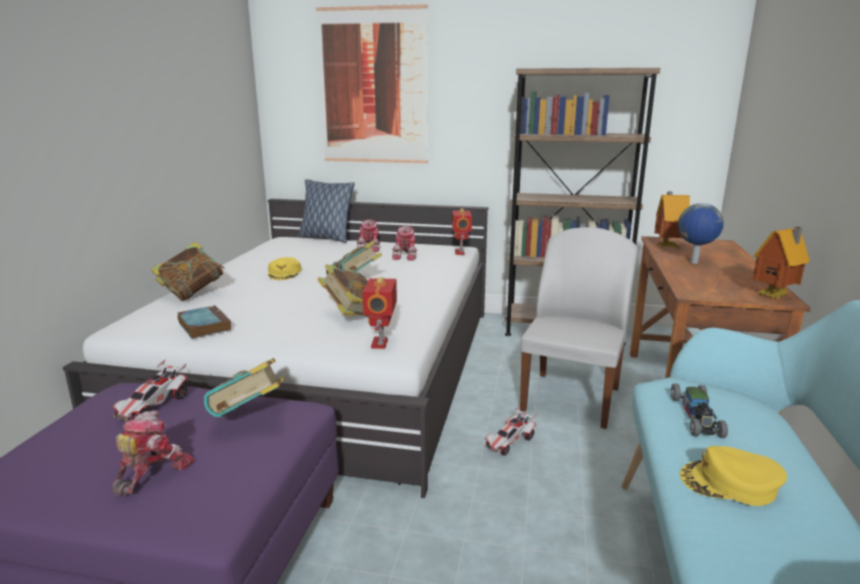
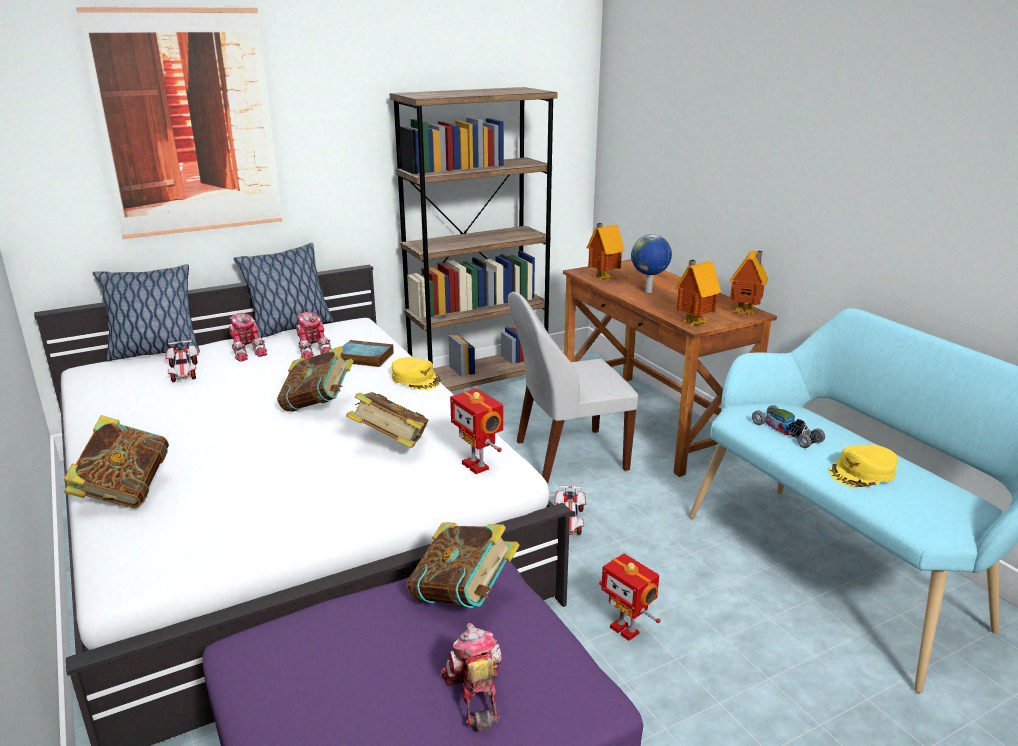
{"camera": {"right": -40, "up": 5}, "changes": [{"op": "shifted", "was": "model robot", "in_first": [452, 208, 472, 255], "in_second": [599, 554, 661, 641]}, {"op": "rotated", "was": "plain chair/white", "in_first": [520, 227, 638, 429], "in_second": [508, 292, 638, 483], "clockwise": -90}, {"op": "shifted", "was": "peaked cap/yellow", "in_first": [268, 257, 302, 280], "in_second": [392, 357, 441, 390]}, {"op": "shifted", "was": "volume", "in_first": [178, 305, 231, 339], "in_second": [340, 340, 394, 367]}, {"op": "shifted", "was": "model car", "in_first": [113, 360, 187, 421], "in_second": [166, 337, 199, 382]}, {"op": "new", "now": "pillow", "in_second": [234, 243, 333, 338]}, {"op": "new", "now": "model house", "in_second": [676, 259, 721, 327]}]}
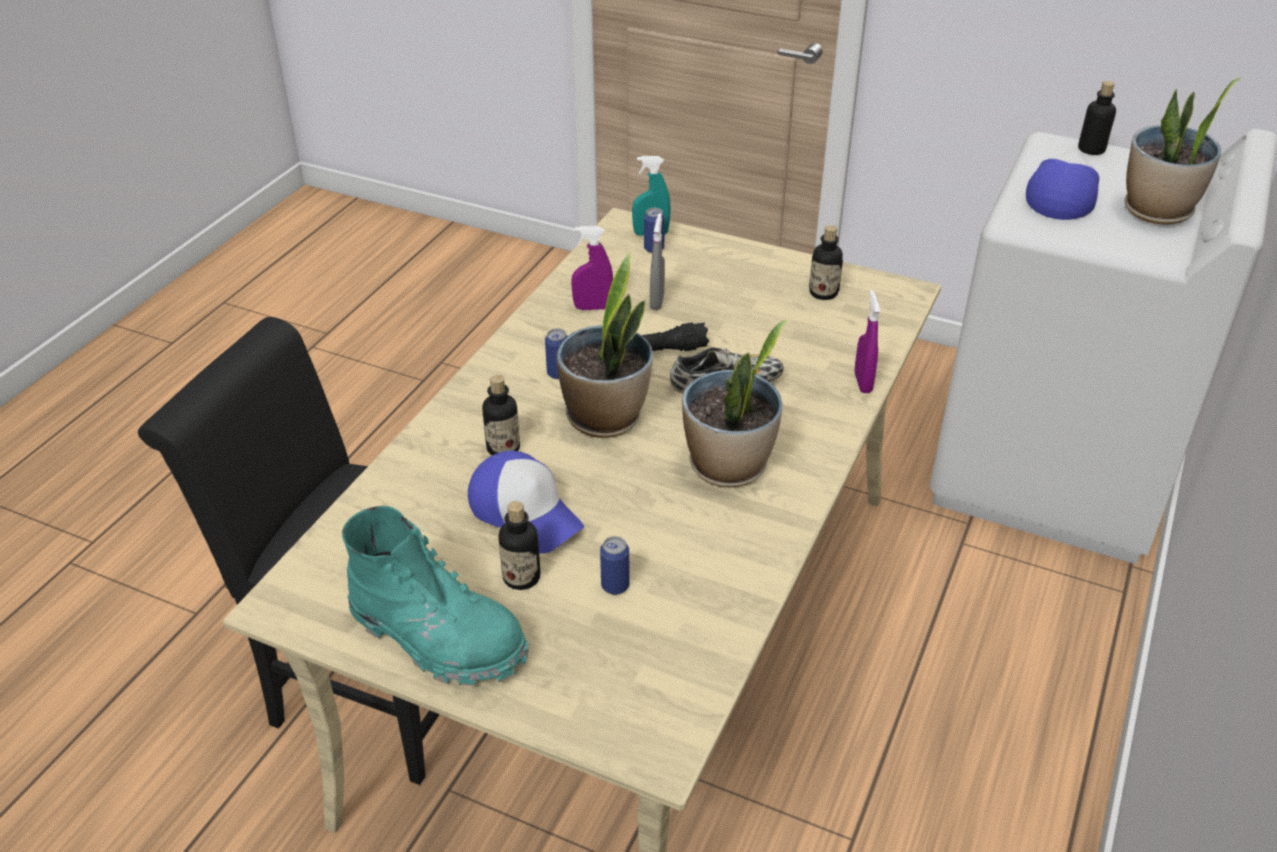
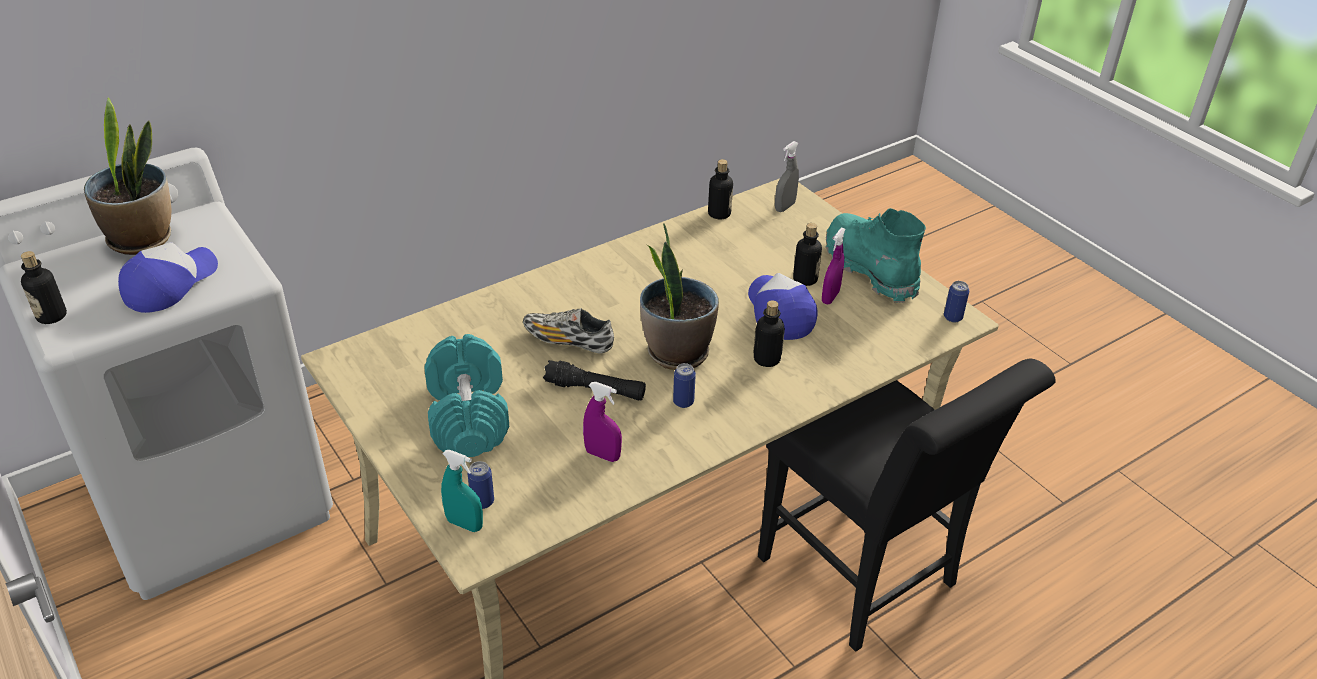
{"camera": {"right": -150, "up": 0}, "changes": [{"op": "rotated", "was": "peaked cap", "in_first": [1026, 150, 1099, 220], "in_second": [118, 242, 218, 313], "clockwise": 150}, {"op": "shifted", "was": "spray bottle/greyish", "in_first": [650, 213, 665, 310], "in_second": [775, 141, 799, 212]}, {"op": "shifted", "was": "beverage bottle", "in_first": [809, 225, 843, 300], "in_second": [708, 159, 733, 219]}, {"op": "shifted", "was": "spray bottle/purple-coloured", "in_first": [855, 290, 880, 393], "in_second": [822, 228, 846, 304]}, {"op": "gone", "was": "plant in a pot", "in_first": [682, 320, 787, 487]}, {"op": "shifted", "was": "sealed can", "in_first": [600, 536, 630, 595], "in_second": [944, 281, 969, 322]}, {"op": "new", "now": "free weight/turquoise-coloured", "in_second": [424, 334, 509, 457]}]}
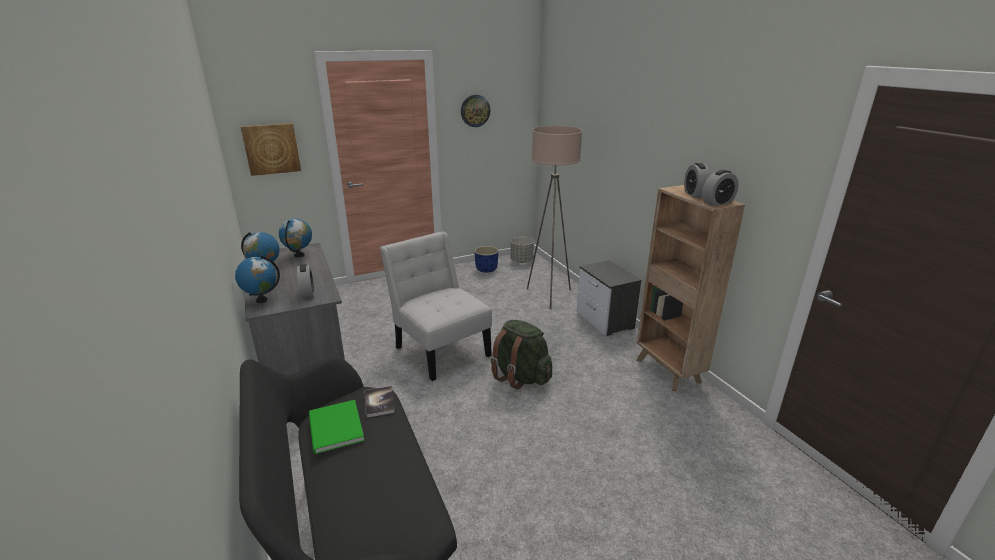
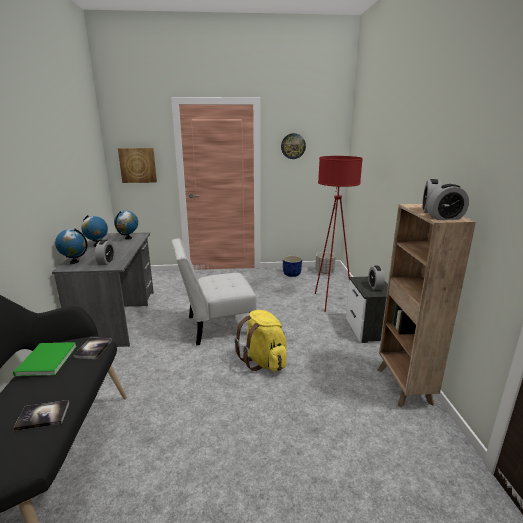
{"camera": {"right": 20, "up": -5}, "changes": [{"op": "repainted", "was": "standing lamp/beige-coloured", "now": "standing lamp/reddish", "in_first": [527, 126, 582, 309], "in_second": [315, 156, 363, 312]}, {"op": "rotated", "was": "plain chair/white", "in_first": [380, 231, 492, 381], "in_second": [172, 238, 256, 345], "clockwise": -90}, {"op": "repainted", "was": "knapsack/greenish", "now": "knapsack/yellow", "in_first": [490, 320, 552, 390], "in_second": [235, 310, 287, 371]}, {"op": "new", "now": "alarm clock", "in_second": [368, 266, 385, 290]}, {"op": "new", "now": "volume", "in_second": [14, 400, 70, 431]}]}
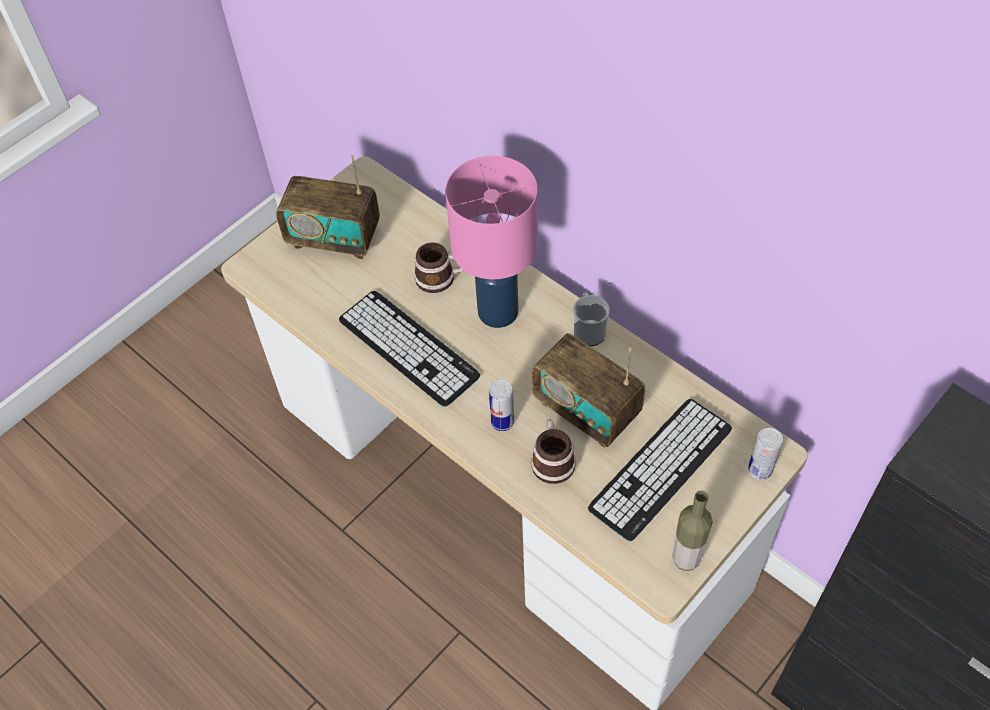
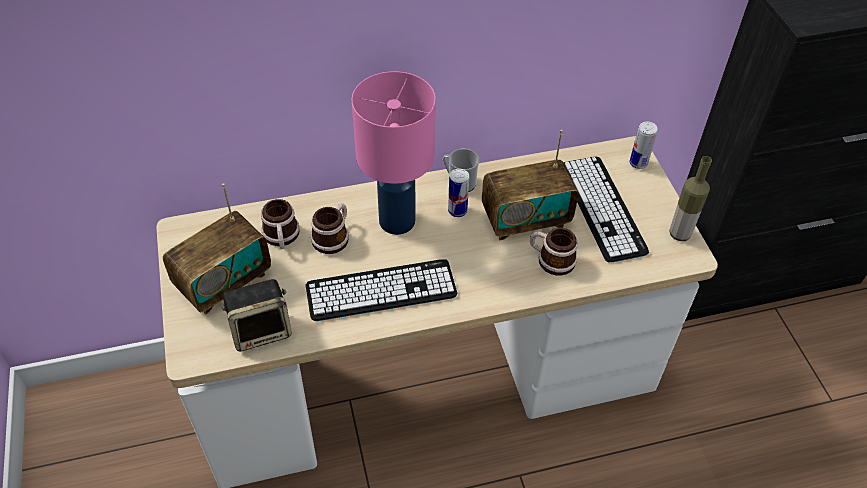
{"camera": {"right": -60, "up": -5}, "changes": [{"op": "shifted", "was": "sealed can", "in_first": [489, 379, 514, 431], "in_second": [448, 169, 469, 217]}, {"op": "new", "now": "coffee mug", "in_second": [261, 199, 299, 249]}, {"op": "new", "now": "audio speaker", "in_second": [222, 279, 292, 351]}]}
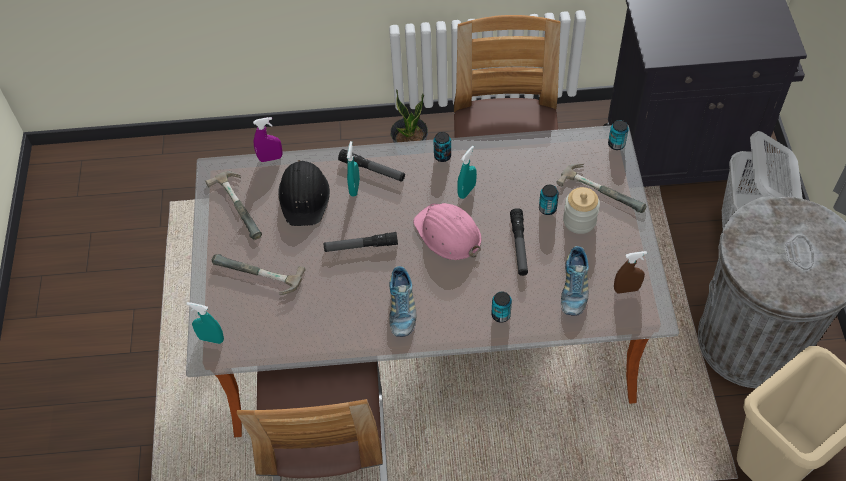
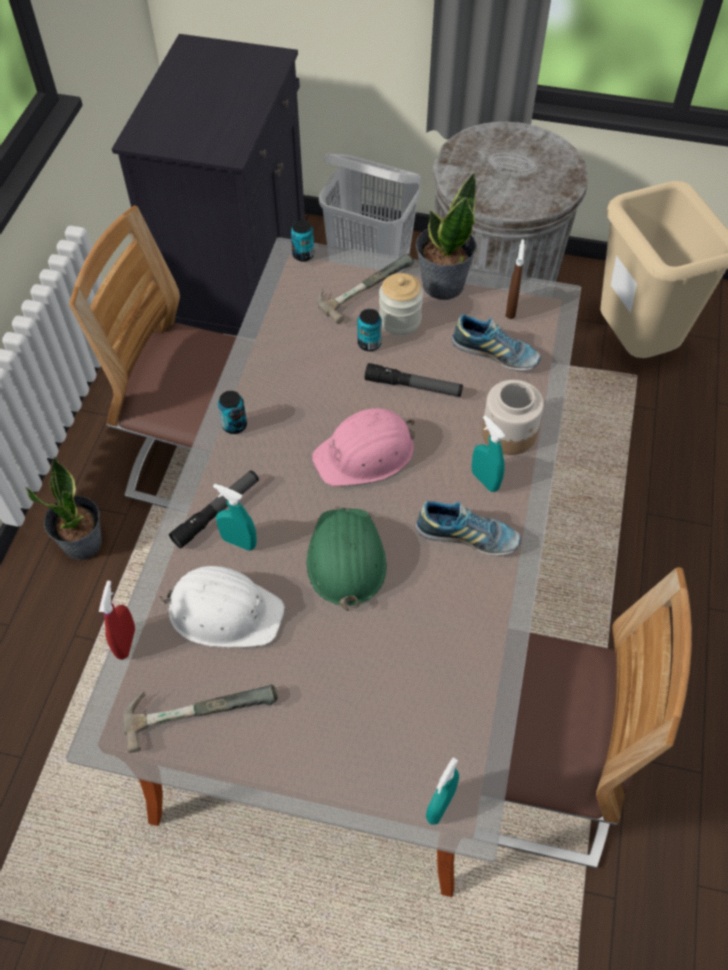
{"camera": {"right": -75, "up": 0}, "changes": [{"op": "repainted", "was": "spray bottle/purple-coloured", "now": "spray bottle/reddish", "in_first": [253, 117, 283, 162], "in_second": [99, 581, 135, 660]}, {"op": "shifted", "was": "spray bottle/turquoise-coloured", "in_first": [457, 146, 477, 199], "in_second": [472, 415, 505, 492]}, {"op": "repainted", "was": "hard hat/black-coloured", "now": "hard hat/white", "in_first": [278, 160, 330, 226], "in_second": [160, 566, 285, 647]}, {"op": "swapped", "was": "torch", "now": "hard hat/greenish", "in_first": [323, 232, 398, 252], "in_second": [307, 508, 387, 611]}, {"op": "gone", "was": "hammer", "in_first": [212, 254, 305, 295]}, {"op": "swapped", "was": "sealed can", "now": "preserve jar", "in_first": [491, 292, 512, 323], "in_second": [482, 380, 544, 455]}, {"op": "new", "now": "plant in a pot", "in_second": [416, 172, 477, 300]}]}
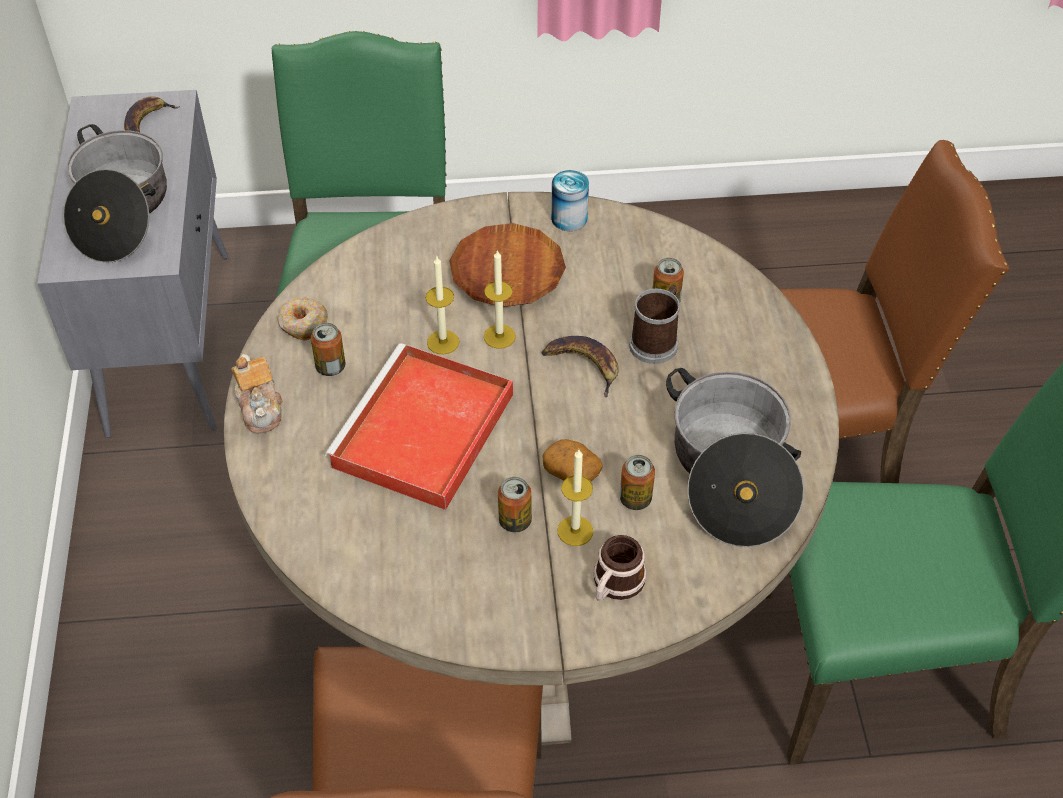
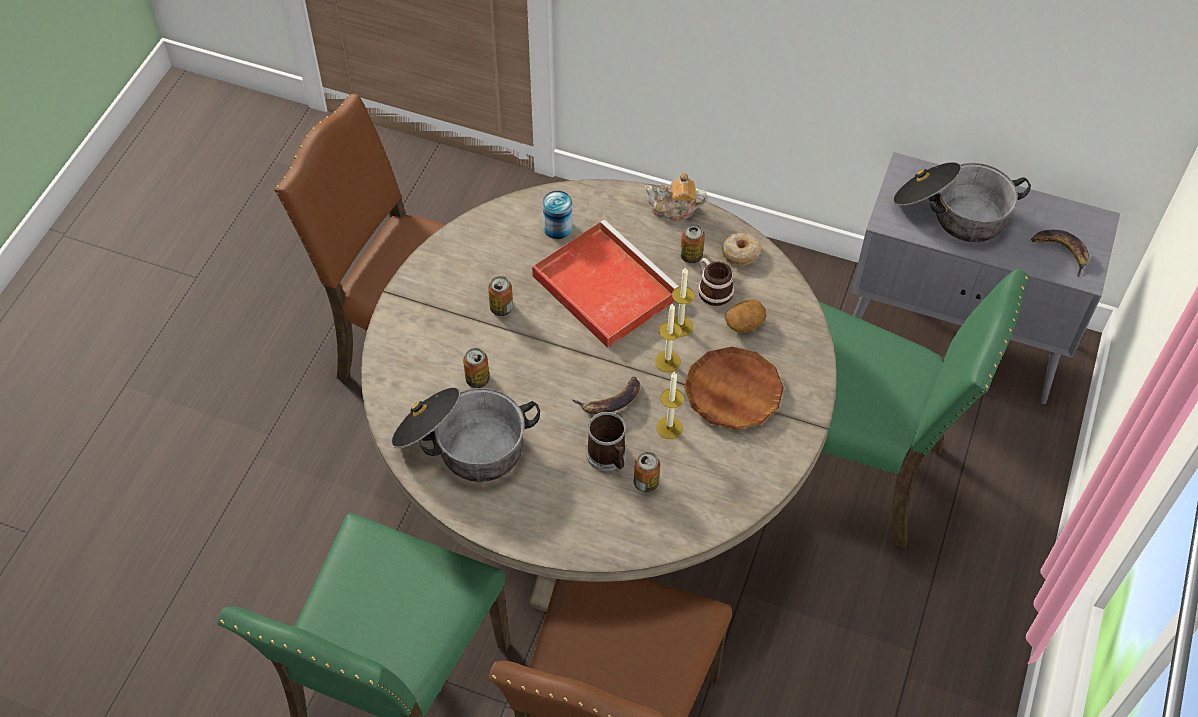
{"camera": {"right": 115, "up": 5}, "changes": [{"op": "shifted", "was": "sealed can", "in_first": [551, 170, 589, 231], "in_second": [542, 191, 573, 239]}, {"op": "shifted", "was": "potato", "in_first": [542, 439, 603, 481], "in_second": [725, 299, 766, 332]}, {"op": "shifted", "was": "wax candle", "in_first": [558, 449, 593, 546], "in_second": [656, 371, 684, 439]}, {"op": "shifted", "was": "coffee mug", "in_first": [594, 535, 646, 601], "in_second": [698, 258, 734, 306]}]}
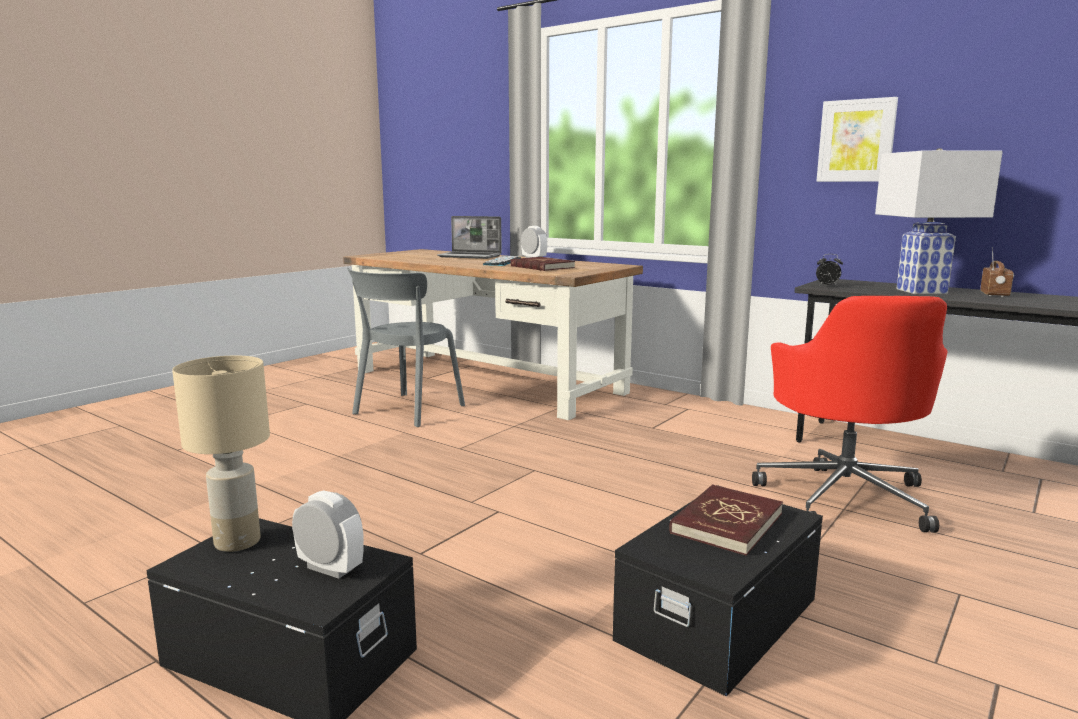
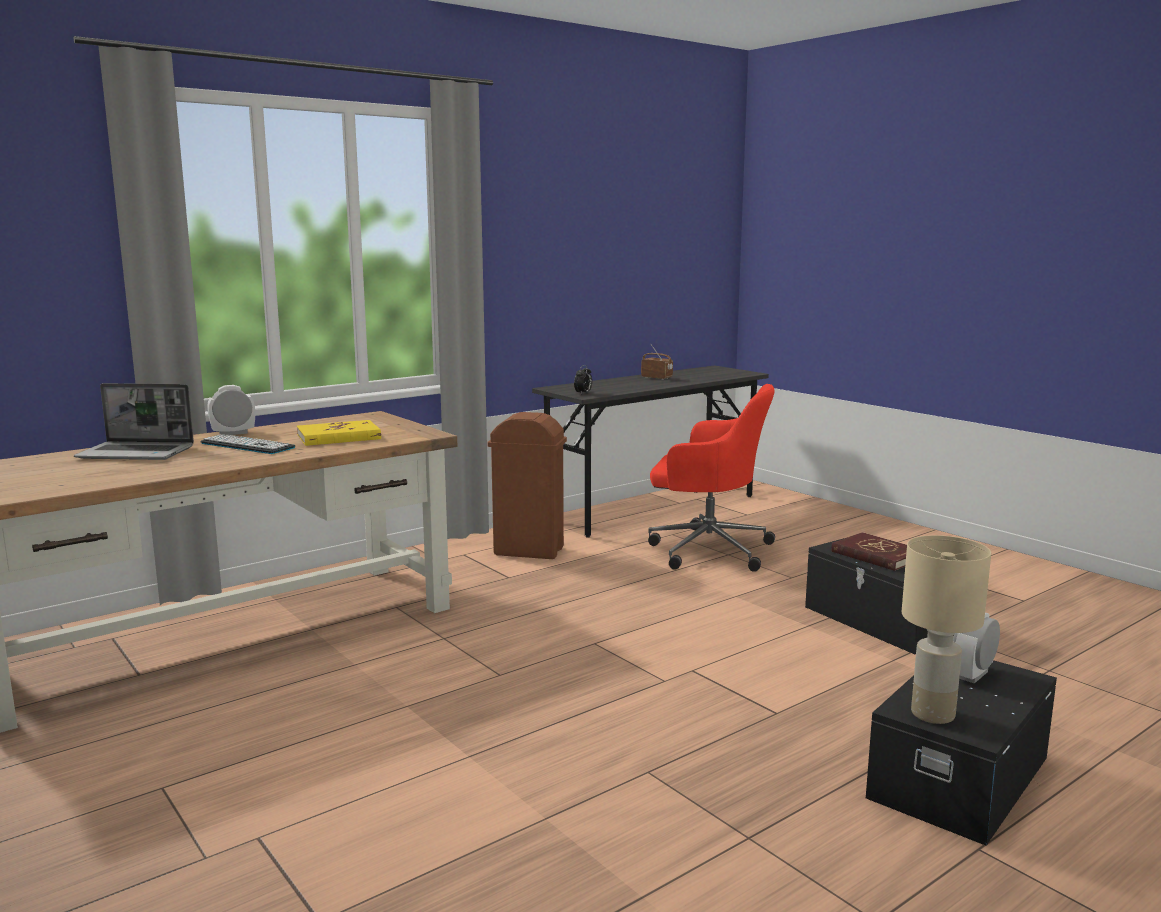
{"camera": {"right": -75, "up": 0}, "changes": [{"op": "gone", "was": "wall art", "in_first": [817, 97, 898, 182]}, {"op": "gone", "was": "lamp for a table/white", "in_first": [875, 148, 1003, 294]}, {"op": "rotated", "was": "laptop", "in_first": [437, 216, 502, 259], "in_second": [74, 383, 194, 460], "clockwise": 60}, {"op": "repainted", "was": "volume/reddish", "now": "volume/yellow", "in_first": [510, 257, 575, 271], "in_second": [297, 420, 381, 446]}, {"op": "gone", "was": "plain chair/greyish", "in_first": [347, 268, 465, 427]}, {"op": "new", "now": "waste bin/brown", "in_second": [487, 412, 567, 559]}]}
